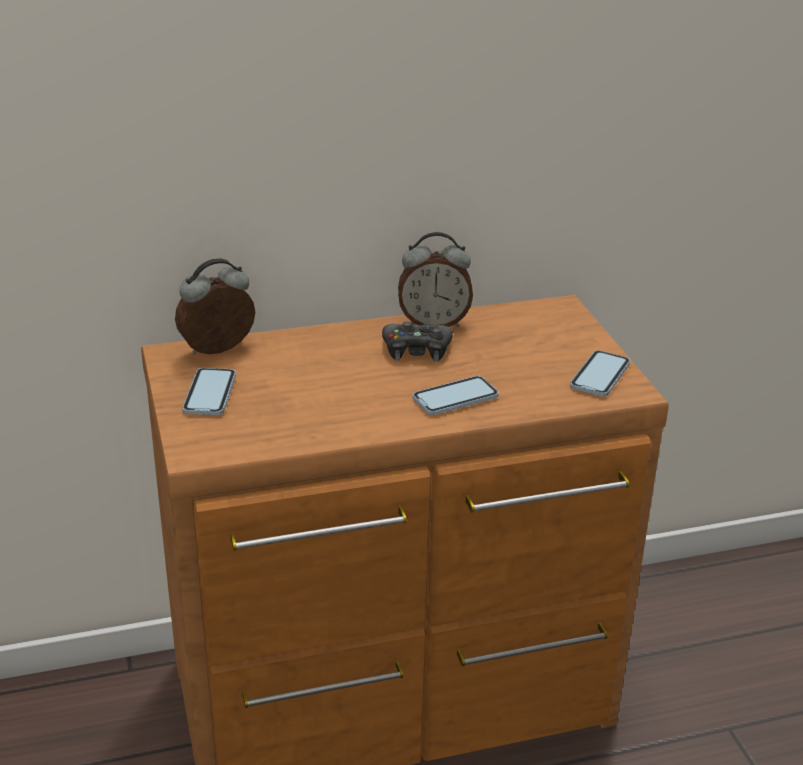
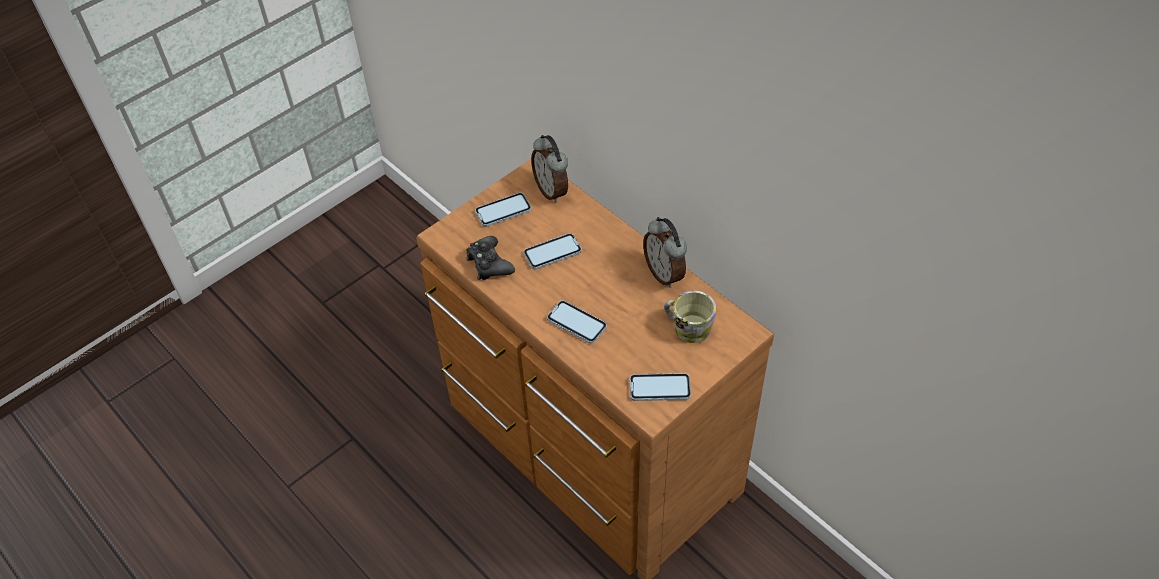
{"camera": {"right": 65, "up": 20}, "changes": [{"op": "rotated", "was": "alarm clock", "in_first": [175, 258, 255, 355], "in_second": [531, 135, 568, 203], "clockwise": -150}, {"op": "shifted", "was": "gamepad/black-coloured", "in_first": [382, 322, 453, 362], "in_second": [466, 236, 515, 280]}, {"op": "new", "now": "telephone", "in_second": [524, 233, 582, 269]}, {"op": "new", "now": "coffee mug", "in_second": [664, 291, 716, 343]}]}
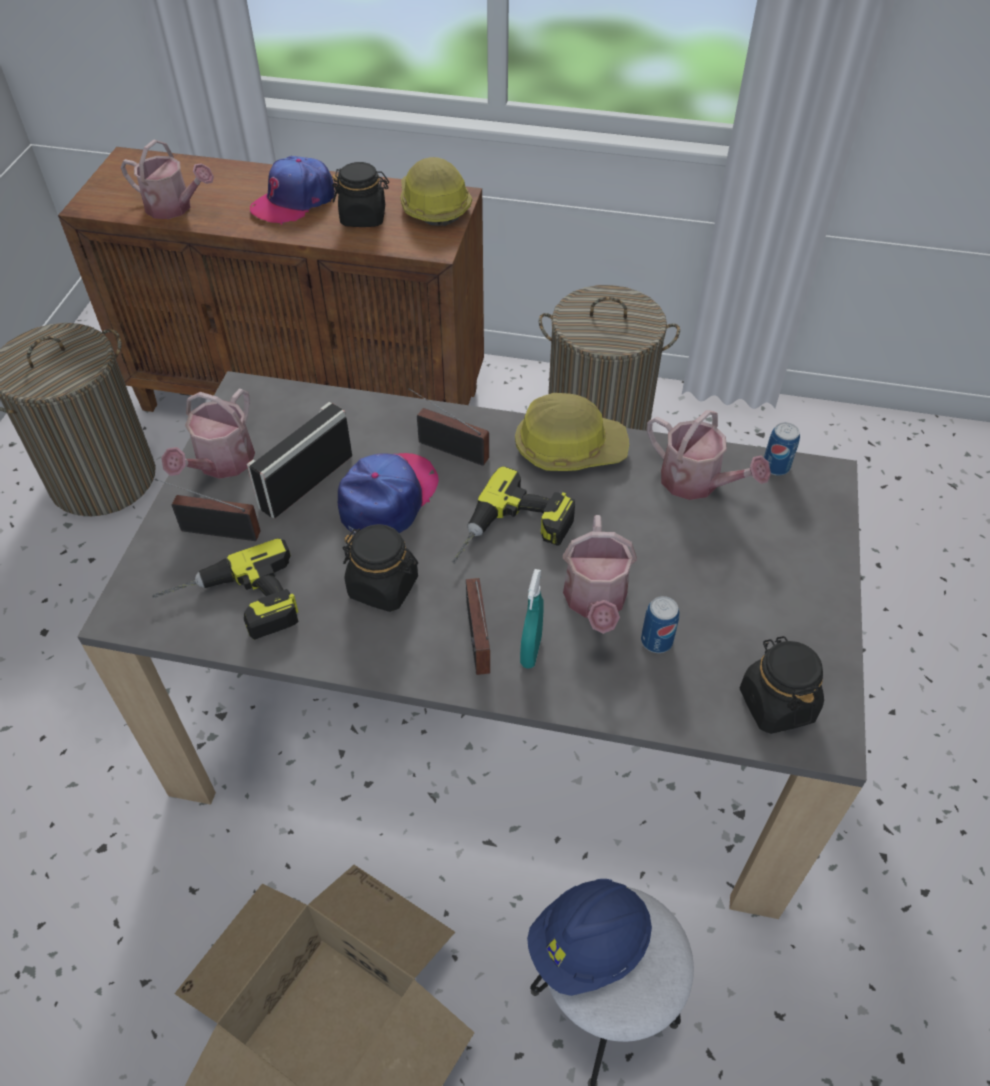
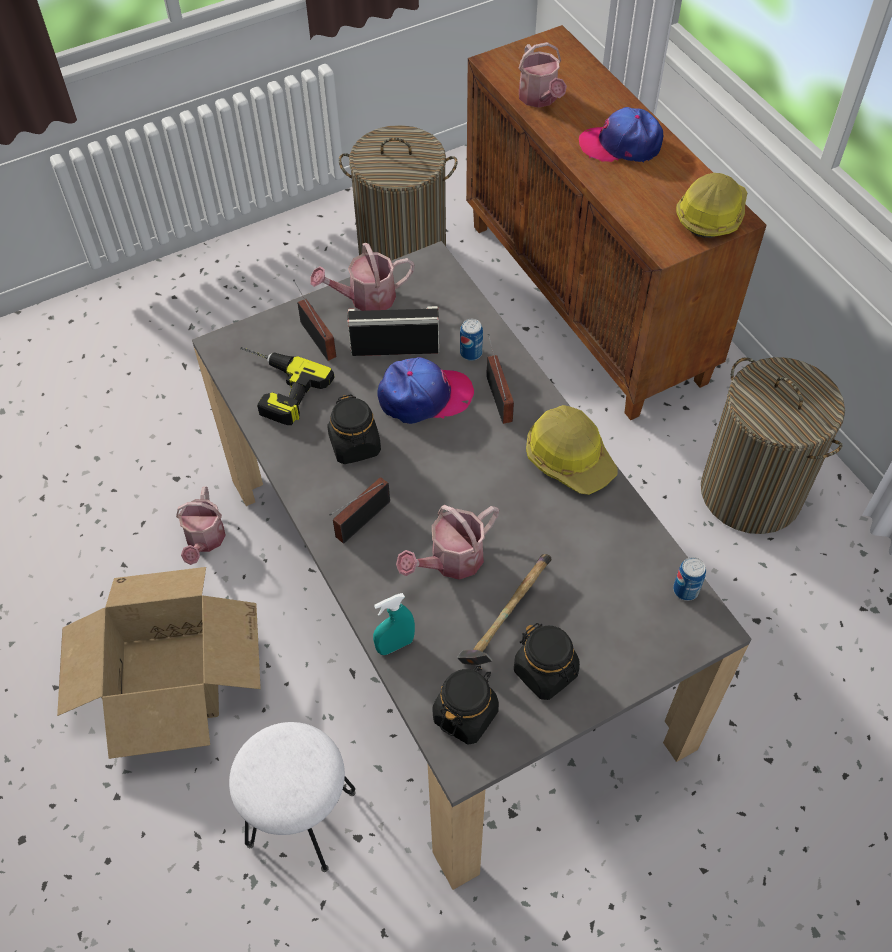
{"camera": {"right": 50, "up": 5}, "changes": [{"op": "shifted", "was": "preserve jar/black-coloured", "in_first": [332, 162, 389, 227], "in_second": [514, 623, 580, 700]}, {"op": "shifted", "was": "watering can", "in_first": [646, 410, 771, 500], "in_second": [176, 487, 226, 565]}, {"op": "gone", "was": "drill", "in_first": [452, 466, 575, 564]}, {"op": "shifted", "was": "spray bottle/turquoise-coloured", "in_first": [520, 569, 544, 669], "in_second": [373, 593, 415, 655]}, {"op": "shifted", "was": "sealed can", "in_first": [641, 596, 680, 653], "in_second": [460, 319, 483, 360]}, {"op": "gone", "was": "hard hat/bluish", "in_first": [527, 879, 652, 996]}, {"op": "new", "now": "hammer", "in_second": [457, 554, 552, 665]}]}
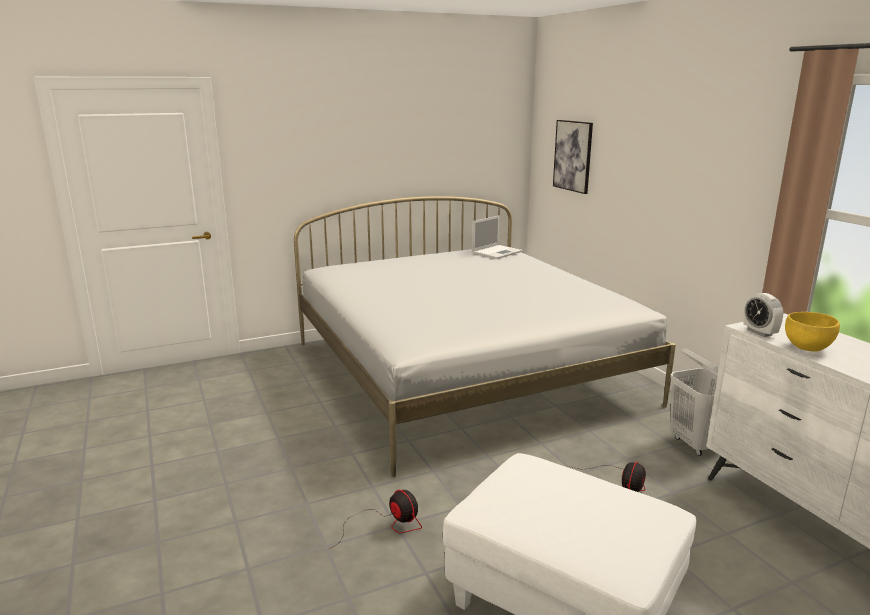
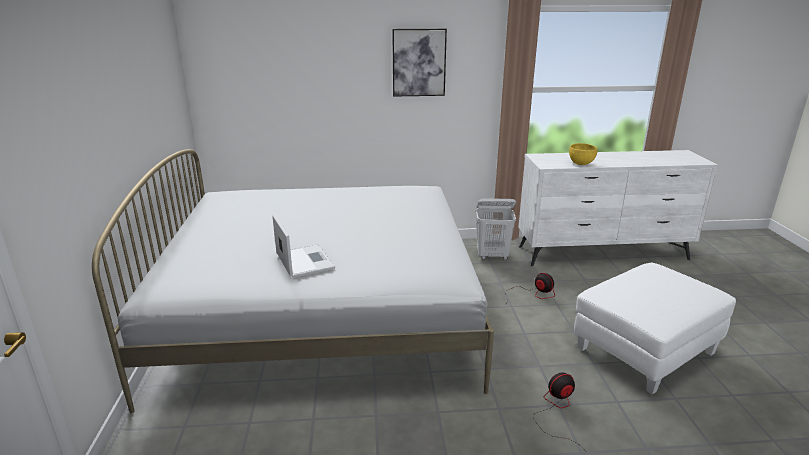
{"camera": {"right": -70, "up": 5}, "changes": [{"op": "shifted", "was": "wall art", "in_first": [553, 120, 593, 194], "in_second": [392, 29, 447, 97]}, {"op": "shifted", "was": "laptop", "in_first": [472, 215, 523, 259], "in_second": [272, 214, 335, 278]}, {"op": "gone", "was": "alarm clock", "in_first": [743, 293, 783, 337]}]}
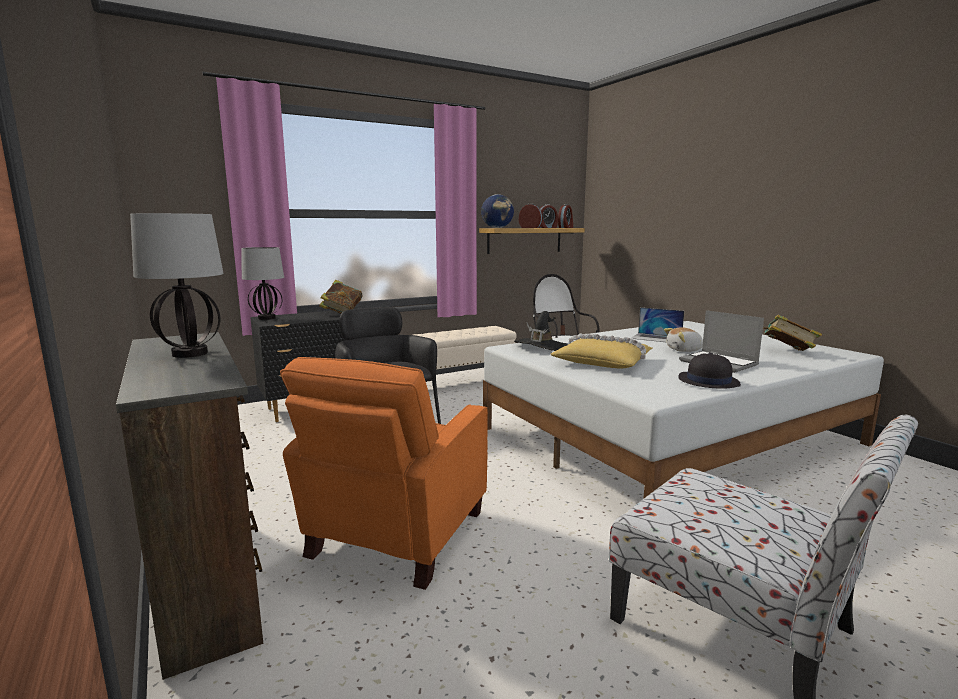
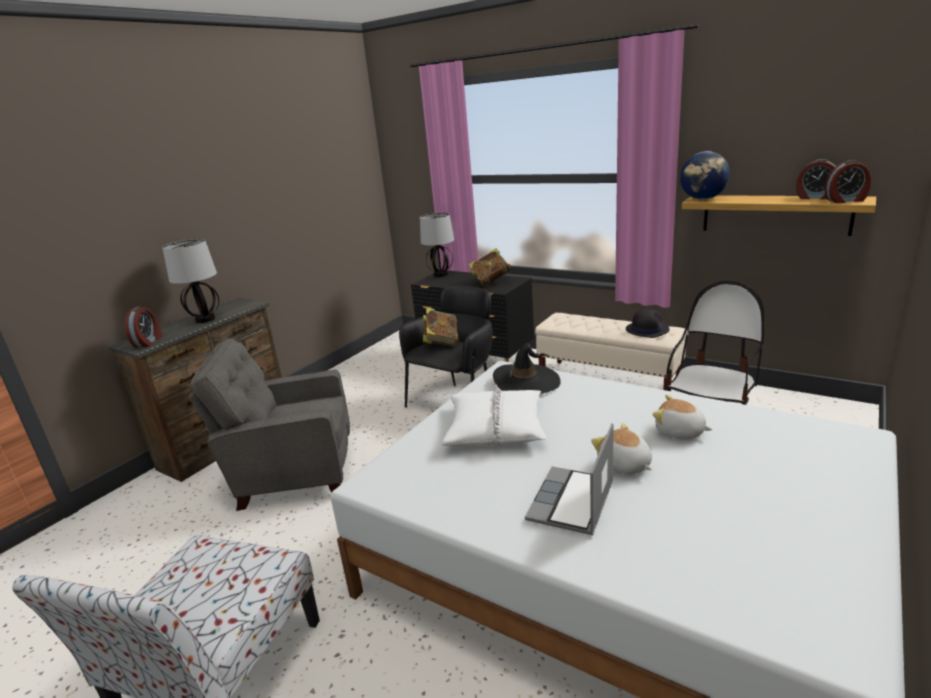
{"camera": {"right": 65, "up": 10}, "changes": [{"op": "shifted", "was": "alarm clock", "in_first": [519, 204, 543, 228], "in_second": [125, 306, 162, 347]}, {"op": "swapped", "was": "laptop", "now": "soft toy", "in_first": [631, 307, 684, 343], "in_second": [653, 395, 712, 439]}, {"op": "shifted", "was": "volume", "in_first": [763, 315, 822, 351], "in_second": [423, 307, 459, 347]}, {"op": "repainted", "was": "pillow/yellow", "now": "pillow/white", "in_first": [550, 333, 653, 368], "in_second": [442, 385, 546, 446]}, {"op": "shifted", "was": "wearable hat/black-coloured", "in_first": [678, 353, 741, 389], "in_second": [626, 309, 670, 338]}, {"op": "repainted", "was": "lounge chair/orange", "now": "lounge chair/greyish", "in_first": [280, 357, 488, 590], "in_second": [189, 338, 350, 511]}]}
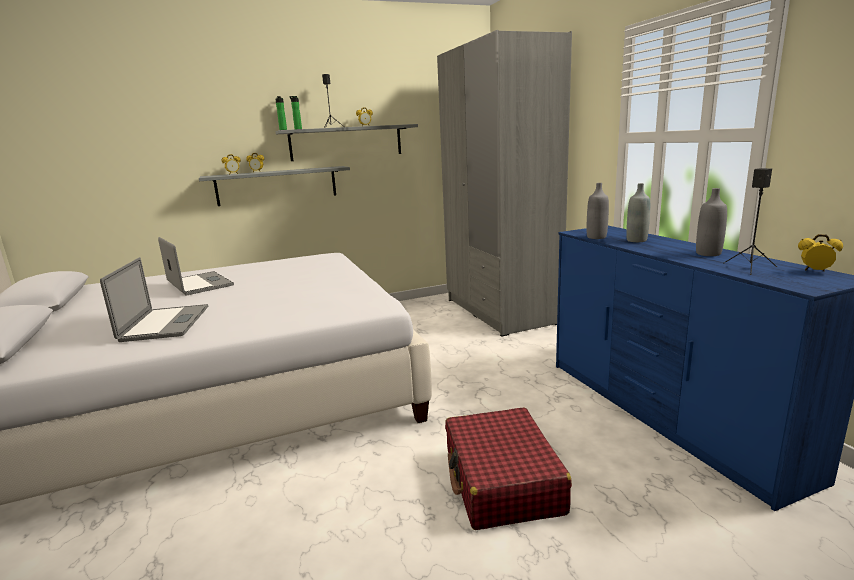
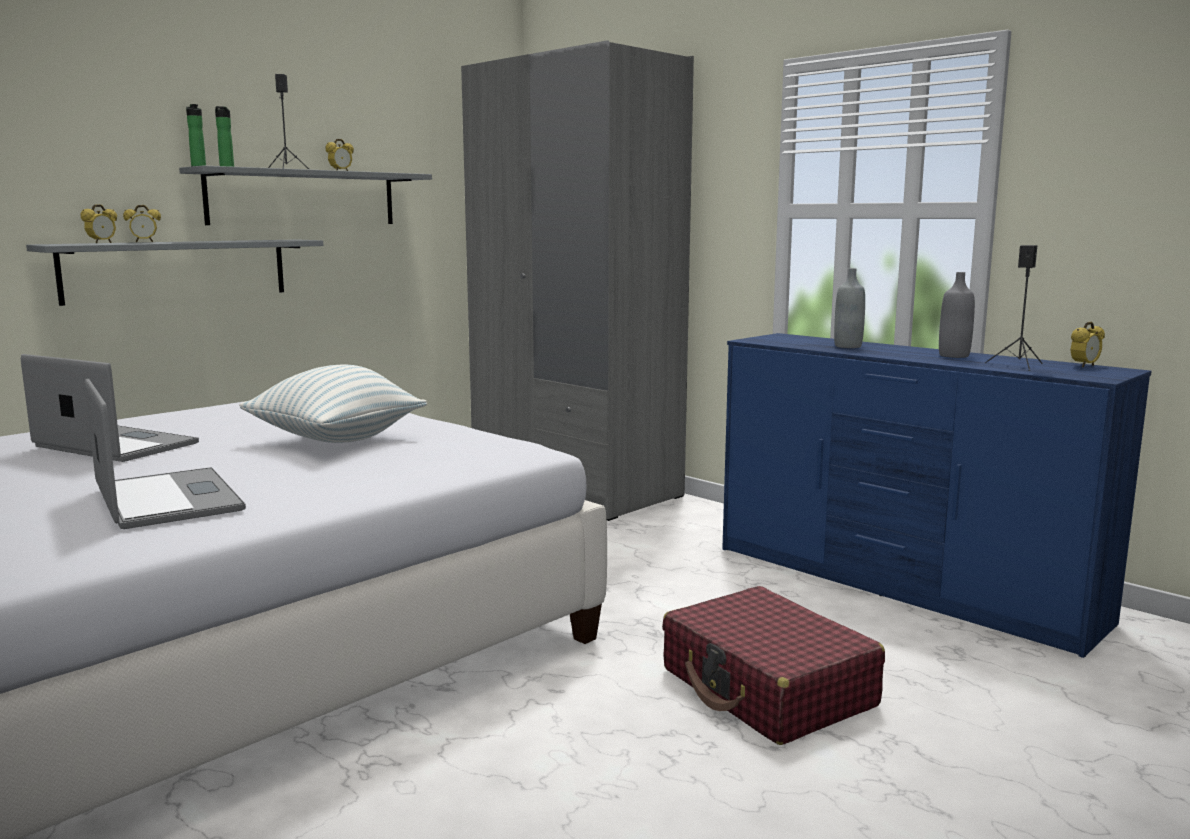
{"camera": {"right": -25, "up": -5}, "changes": [{"op": "gone", "was": "beverage bottle/greyish", "in_first": [587, 183, 609, 239]}, {"op": "rotated", "was": "alarm clock", "in_first": [798, 234, 843, 271], "in_second": [1071, 322, 1105, 367], "clockwise": 150}, {"op": "new", "now": "pillow", "in_second": [239, 365, 427, 443]}]}
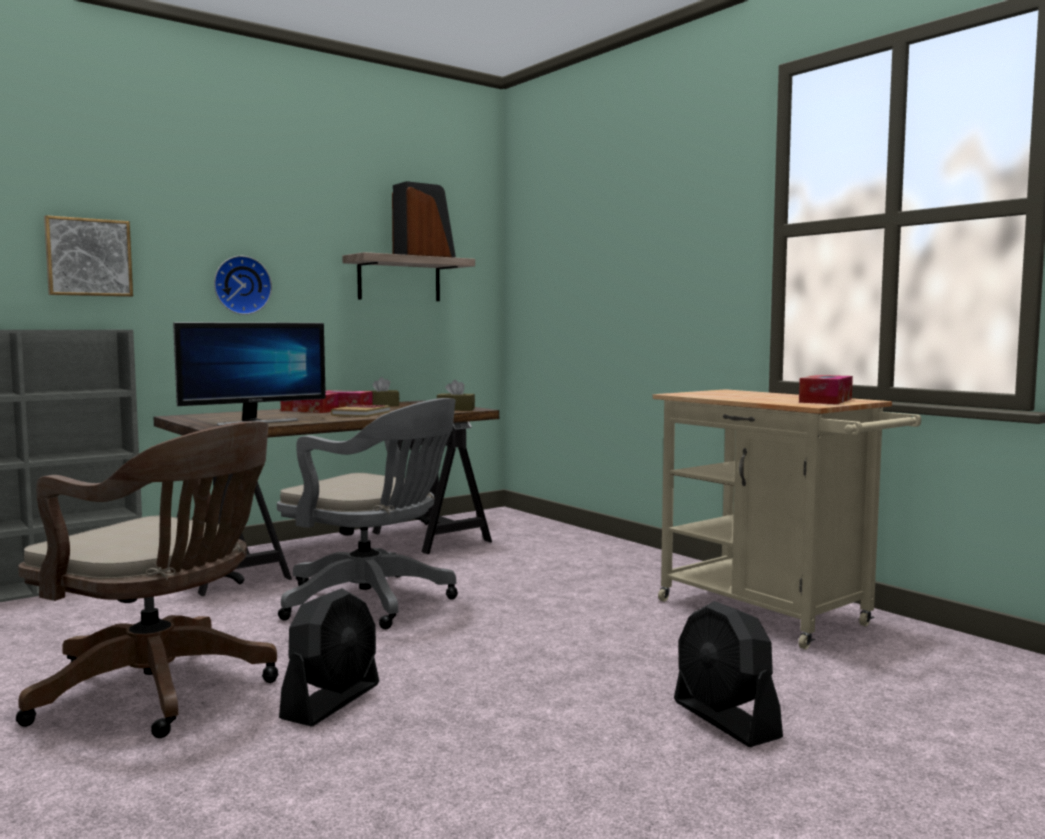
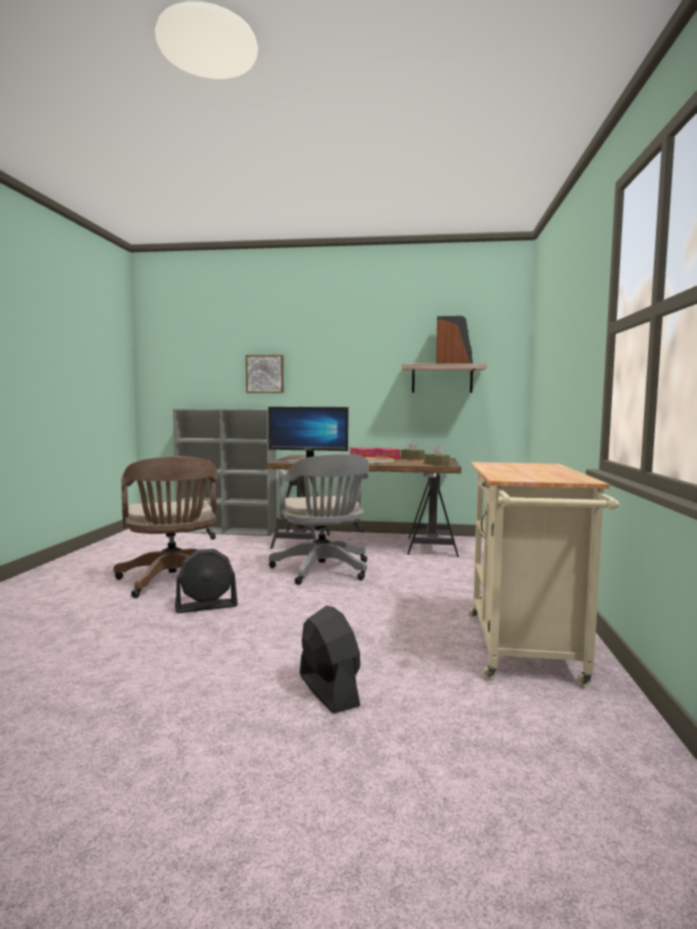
{"camera": {"right": 45, "up": 0}, "changes": [{"op": "gone", "was": "hanging clock", "in_first": [214, 256, 272, 315]}, {"op": "gone", "was": "tissue box", "in_first": [799, 375, 853, 404]}, {"op": "rotated", "was": "electric fan/black-coloured", "in_first": [674, 601, 783, 747], "in_second": [300, 605, 360, 714], "clockwise": 135}]}
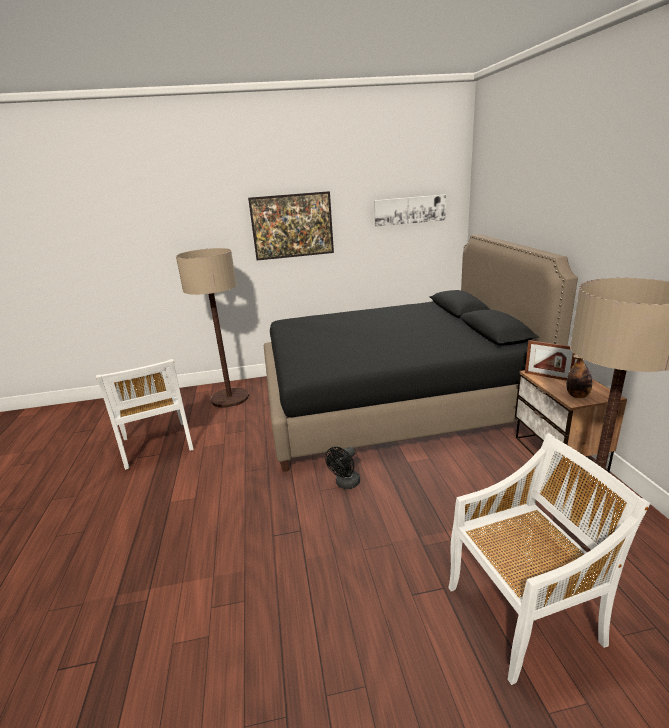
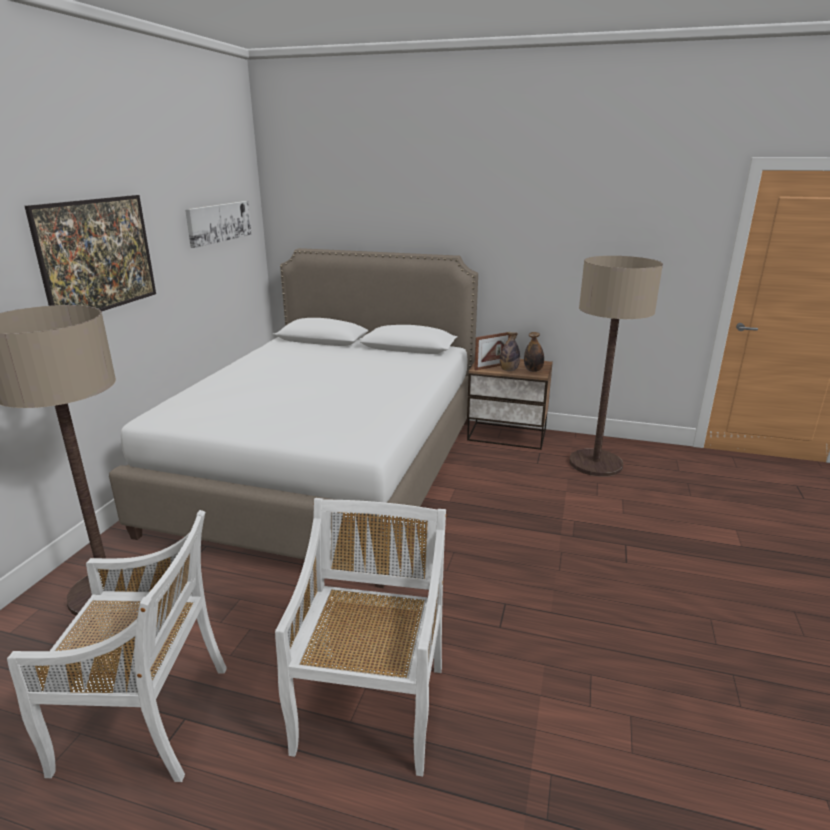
{"camera": {"right": -65, "up": 0}, "changes": [{"op": "repainted", "was": "sleeping bed/black-coloured", "now": "sleeping bed/white", "in_first": [264, 234, 578, 472], "in_second": [109, 248, 478, 588]}, {"op": "shifted", "was": "plain chair/white", "in_first": [448, 433, 650, 685], "in_second": [275, 498, 446, 776]}, {"op": "gone", "was": "electric fan/black-coloured", "in_first": [325, 447, 360, 489]}, {"op": "new", "now": "beverage bottle", "in_second": [500, 332, 520, 371]}]}
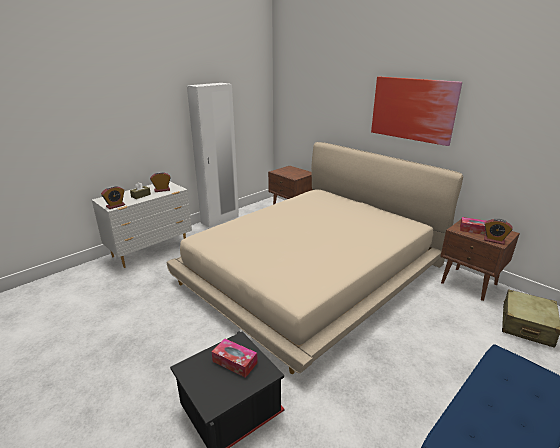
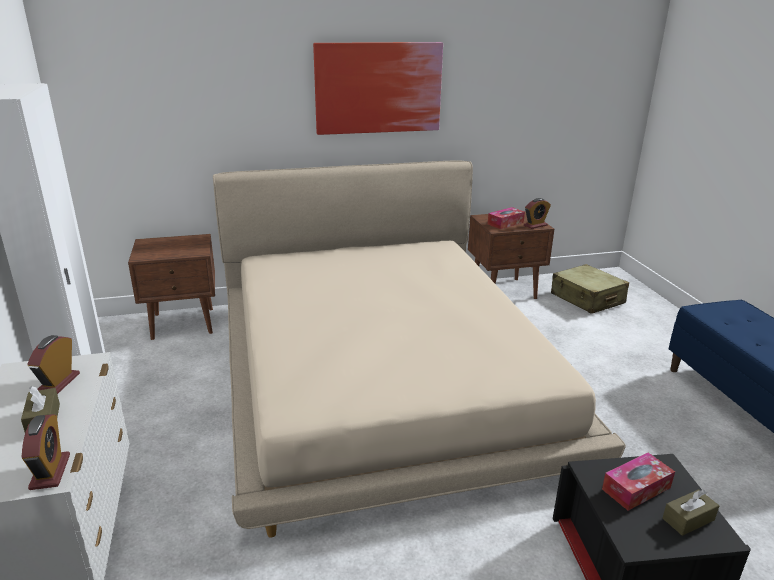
{"camera": {"right": -60, "up": 0}, "changes": [{"op": "new", "now": "tissue box/brown", "in_second": [662, 489, 719, 536]}]}
